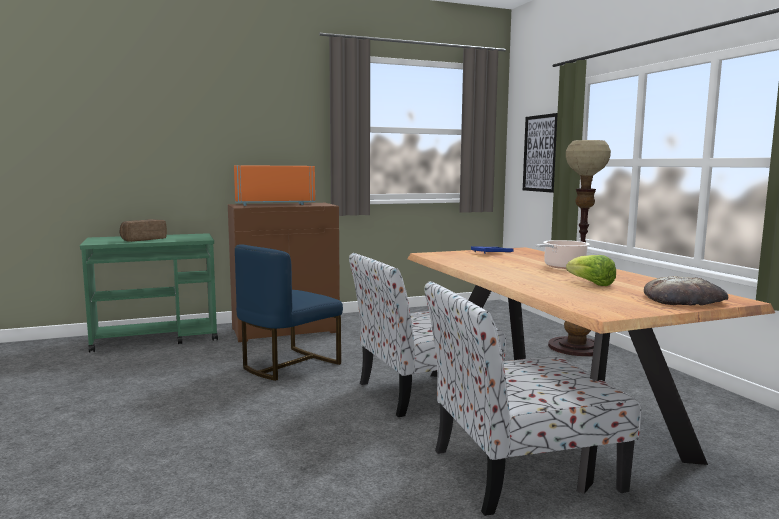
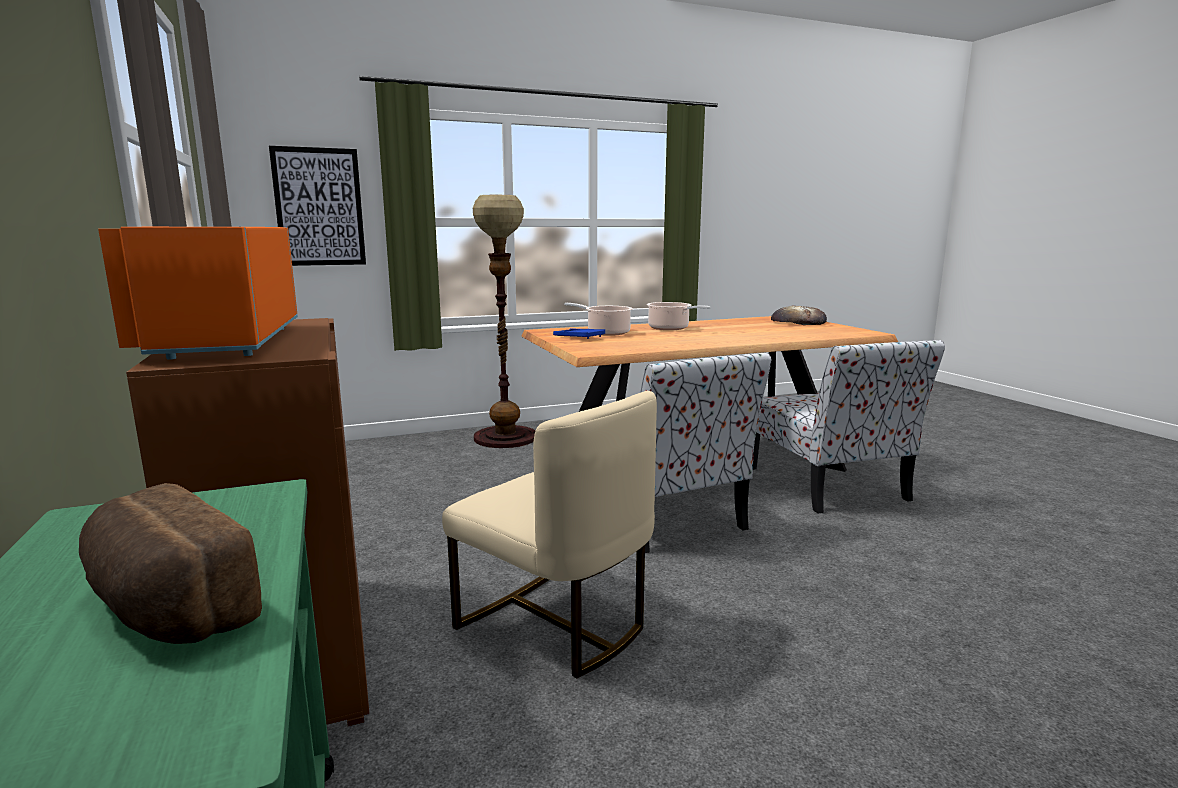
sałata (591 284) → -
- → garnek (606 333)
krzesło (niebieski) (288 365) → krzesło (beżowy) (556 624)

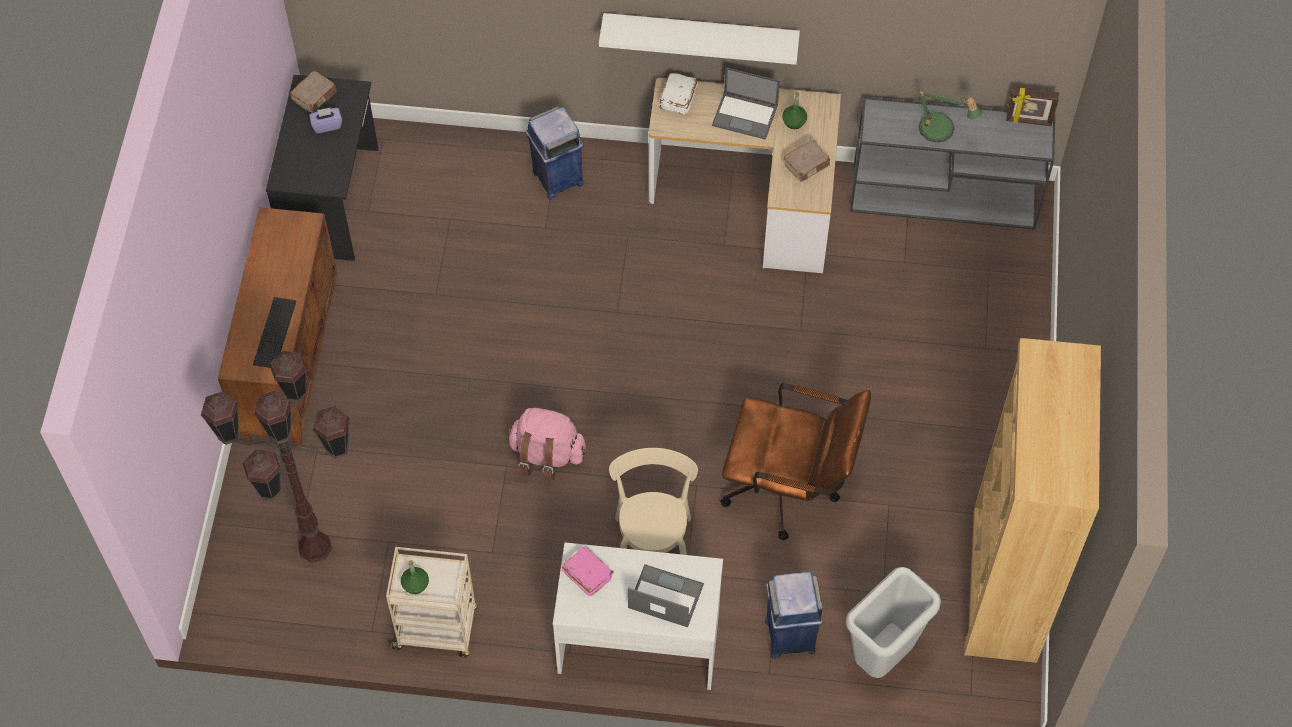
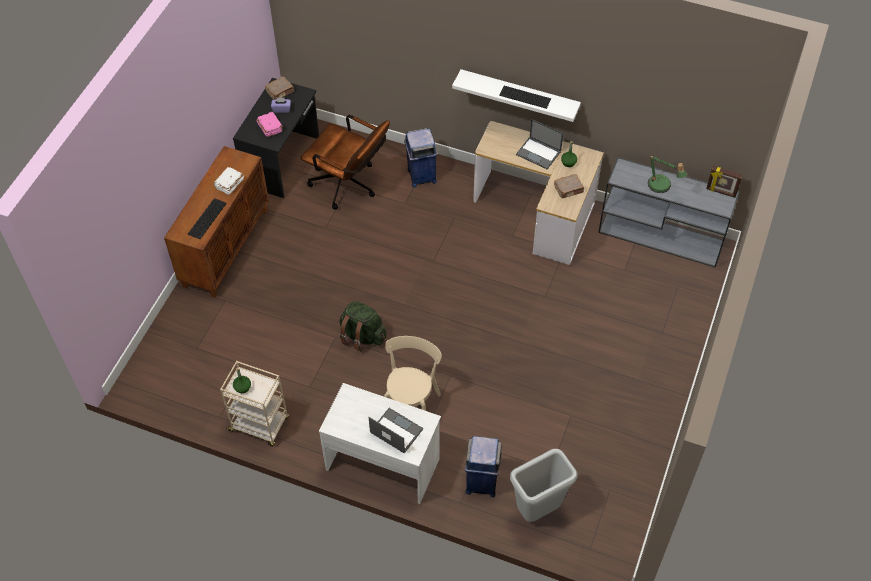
lampa stojąca (brązowy) (314 547) → -
regał (brązowy) (1003 585) → -
- → klawiatura (525 97)
książka (różowy) (587 574) → książka (różowy) (270 127), moved
książka (biały) (677 99) → książka (biały) (229 184), moved
krzesło biurowe (brązowy) (790 489) → krzesło biurowe (brązowy) (349 186), moved
plecak (różowy) (546 455) → plecak (zielony) (362 336)

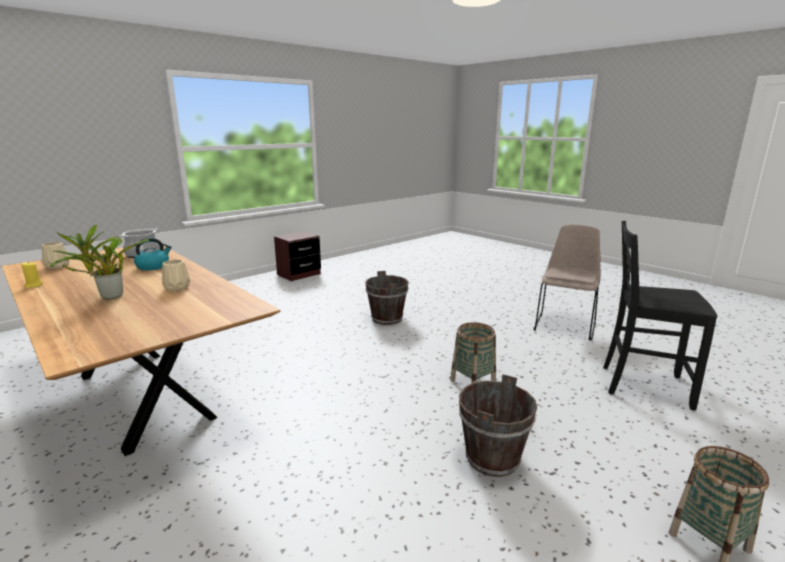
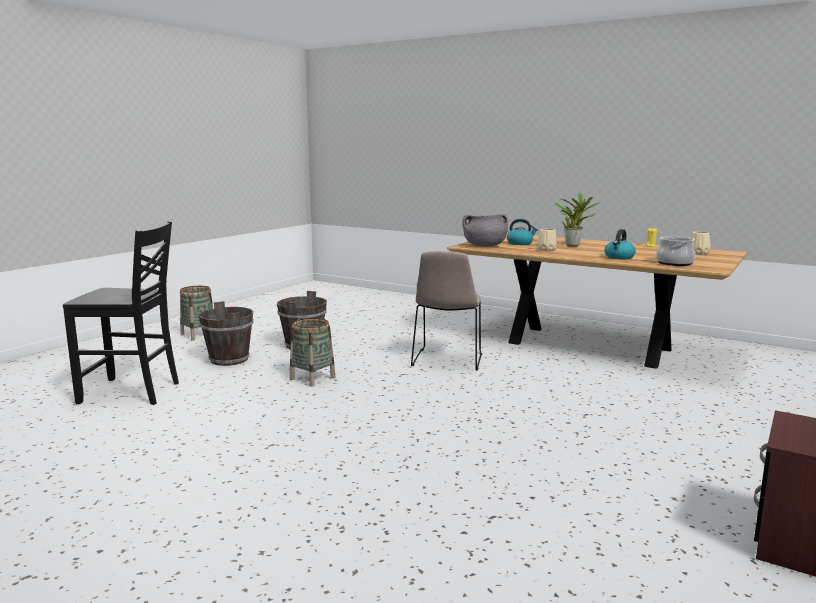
- → garnek (szary) (484 246)
- → czajnik (520 243)
wiadro (brązowy) (387 318) → wiadro (brązowy) (229 359), moved
krzesło (beżowy) (565 325) → krzesło (beżowy) (447 361), moved

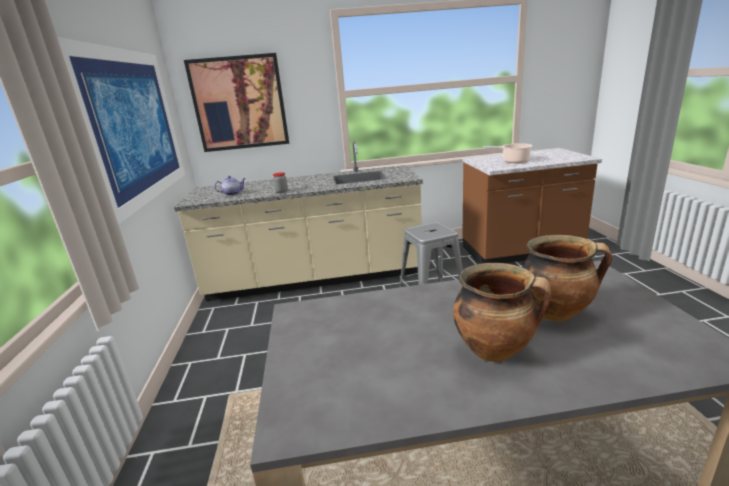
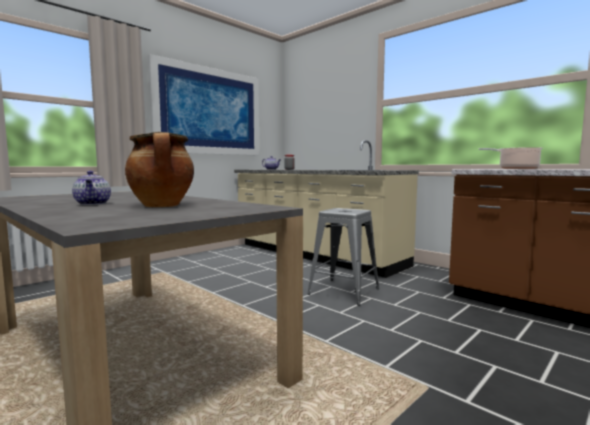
obraz (239 103) → -
garnek (495 350) → imbryk (93 204)

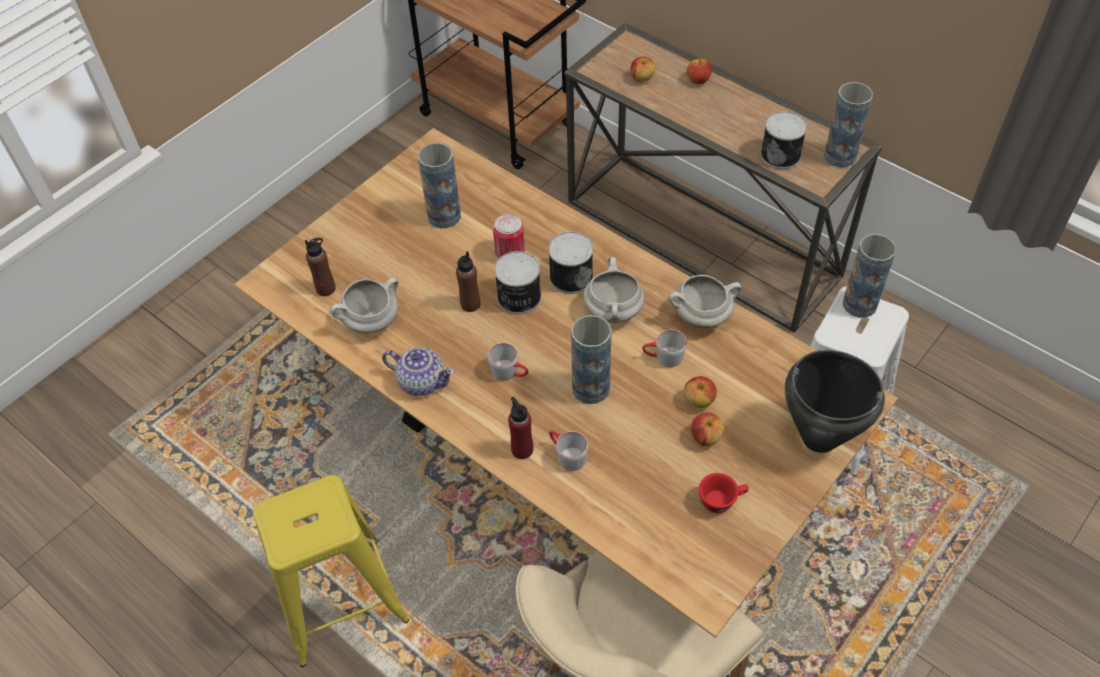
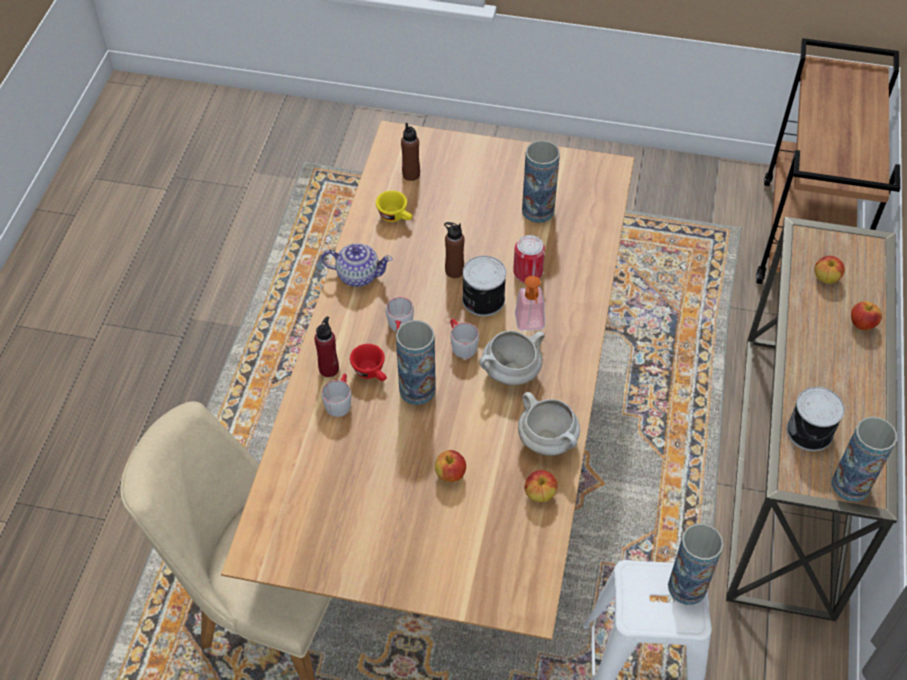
stołek (żółty) (340 600) → -
garnek (czarny) (819 437) → -
kubek (szary) (663 357) → kubek (szary) (461 344), moved
jabłko (705 437) → jabłko (540 494), moved
filiżanka (czerwony) (721 500) → filiżanka (czerwony) (372 373), moved
garnek (biały) (371 322) → filiżanka (żółty) (396 217)
puszka (570 276) → dozownik mydła (530 325)
imbryk (421 381) → imbryk (357 275), 75 degrees counterclockwise

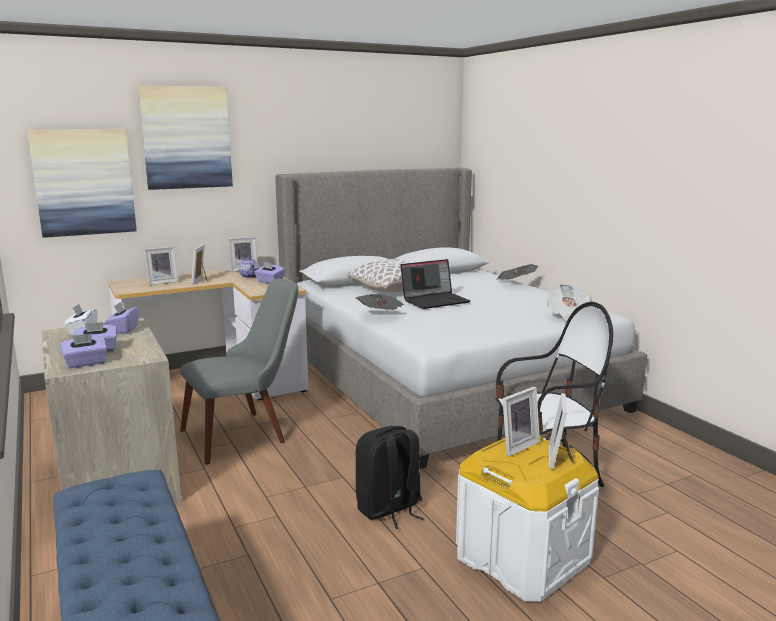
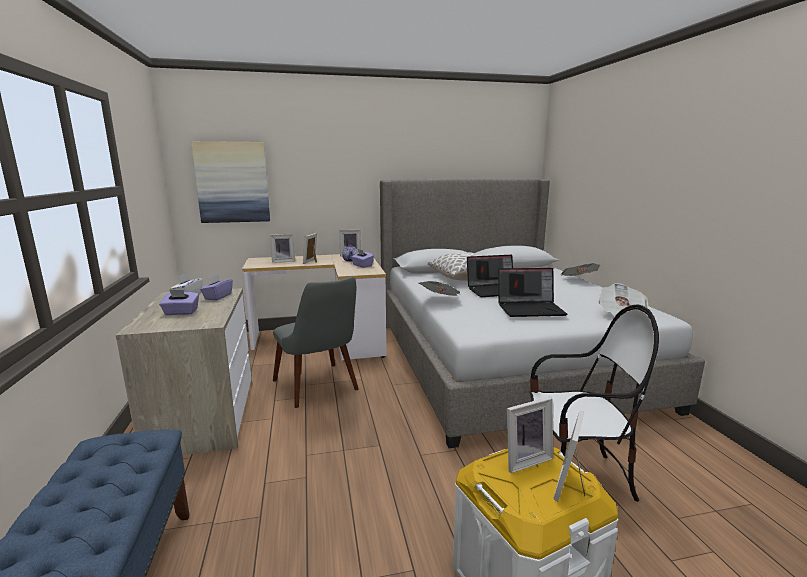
pudełko chusteczek (fioletowy) (85 363) → -
obraz (186 138) → -
plecak (czarny) (389 509) → -
- → laptop (530 309)
krzesło (szary) (245 433) → krzesło (szary) (320 389), 75 degrees clockwise

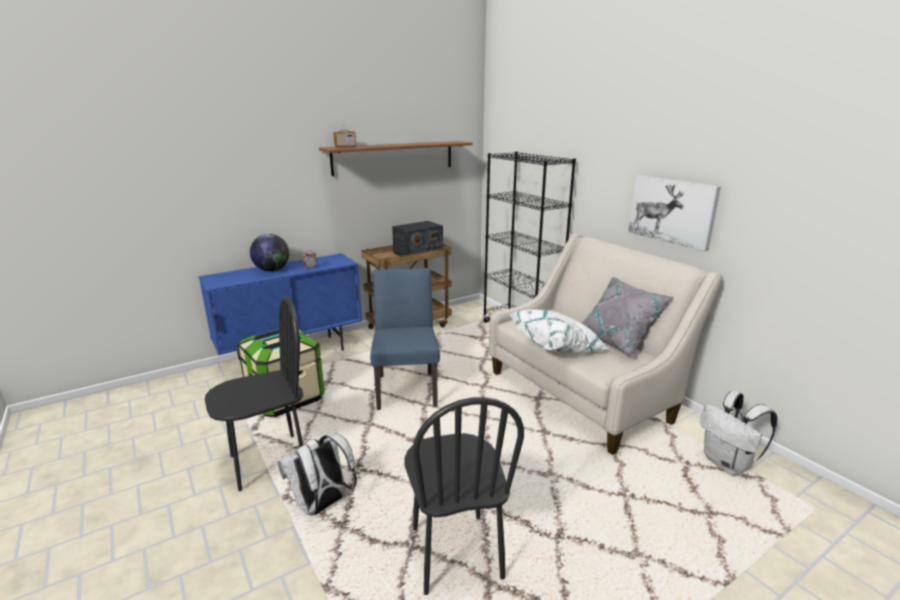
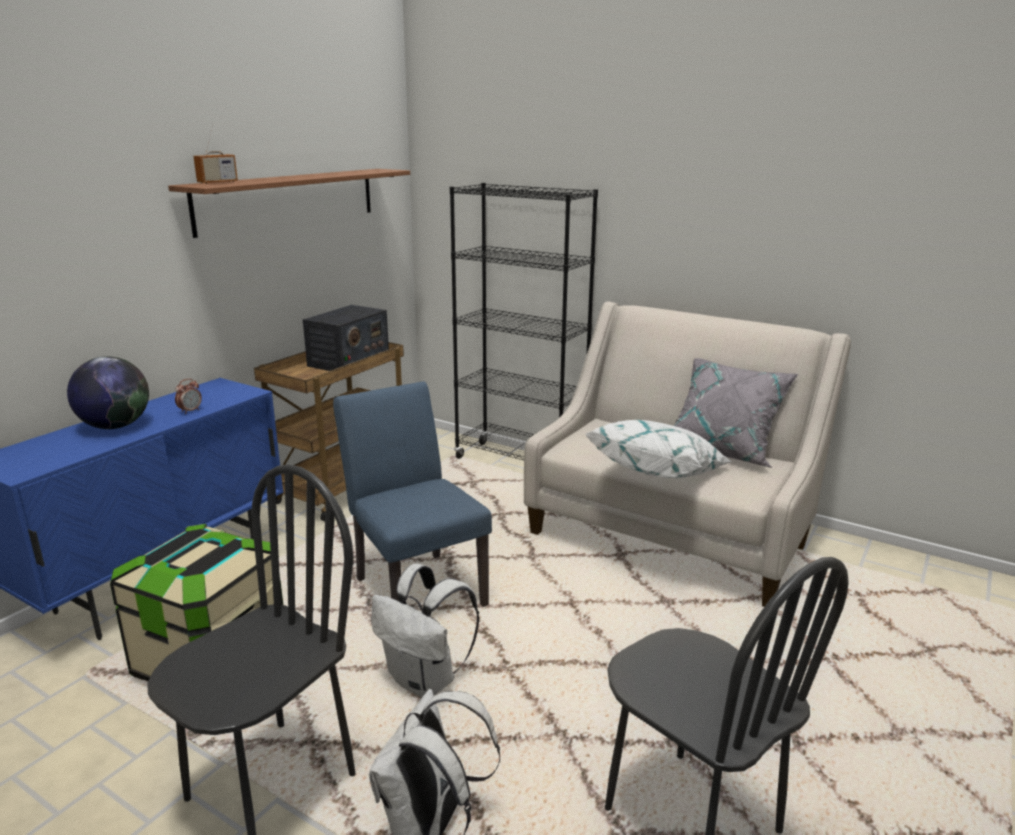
obraz (672 211) → -
plecak (biały) (728 463) → plecak (biały) (425 680), moved

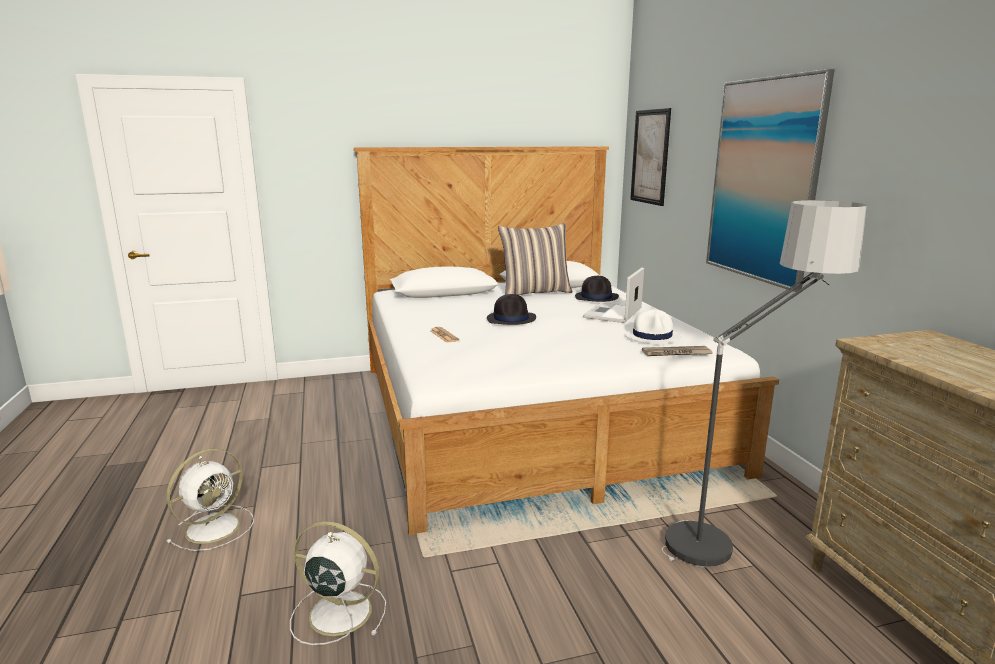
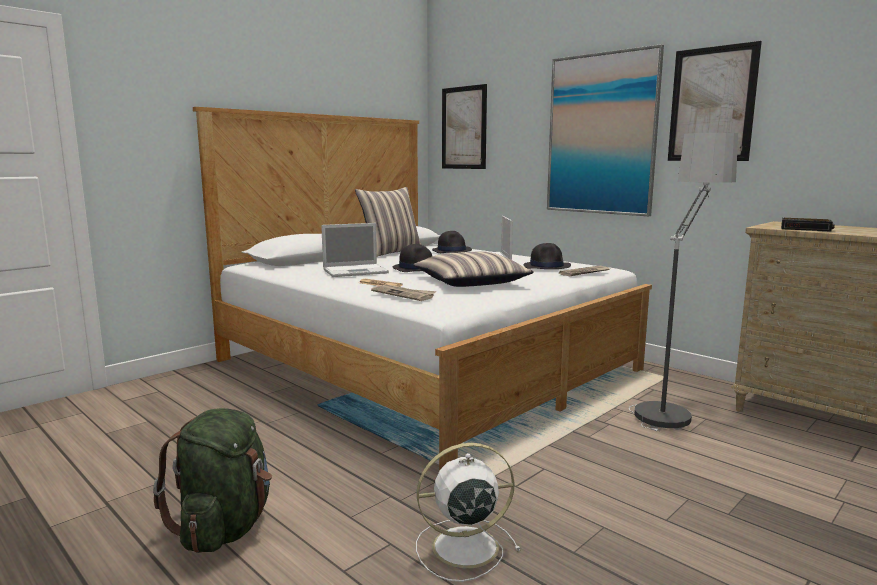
- → laptop (356 271)
- → gazeta (404 294)
- → poduszka (471 282)
- → obraz (712 104)
- → budzik (806 229)
wentylator (biały) (215 527) → plecak (zielony) (225 527)
kapelusz (biały) (652 336) → kapelusz (czarny) (547 266)

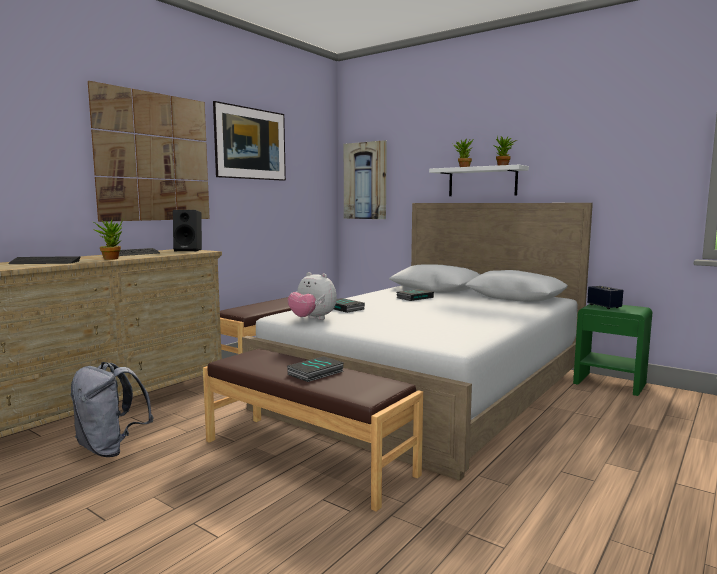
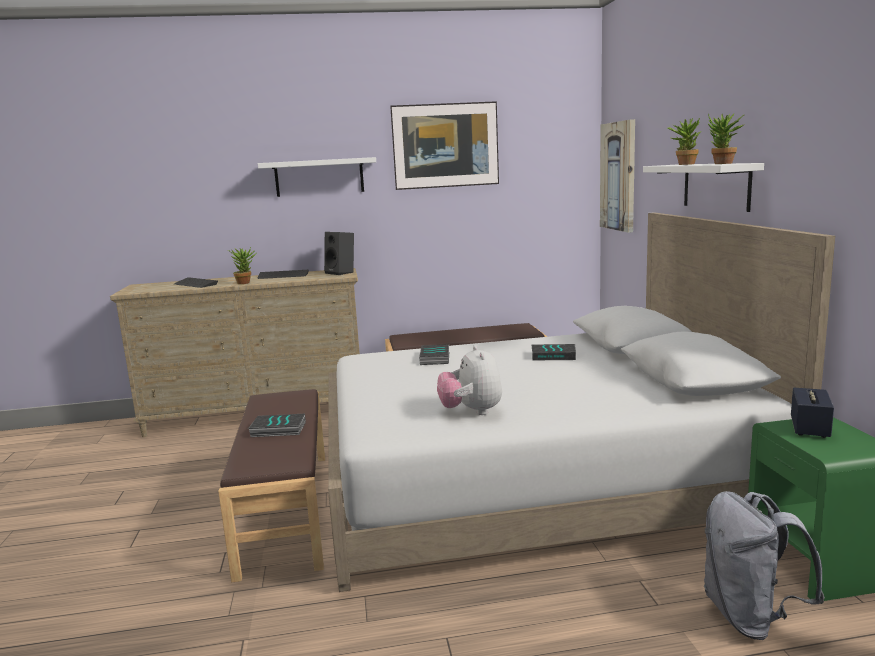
plecak (szary) (111 449) → plecak (szary) (750 617), moved
pluszak (312 319) → pluszak (471 412), moved
obraz (154 157) → półka (biały) (319 177)

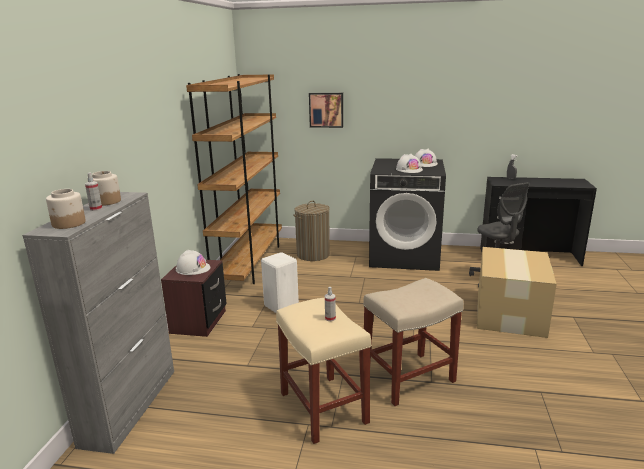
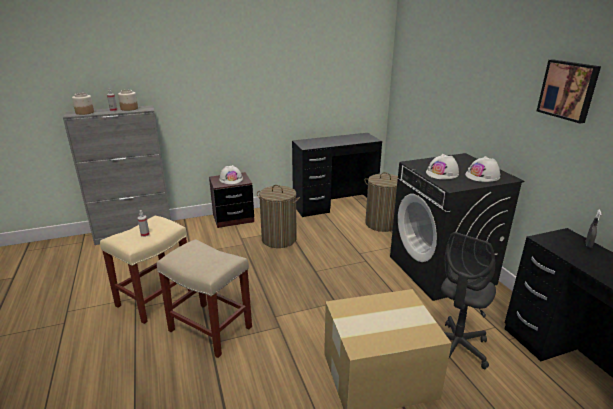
obraz (326 110) → obraz (568 90), moved
regał (brązowy) (250 263) → biurko (czarny) (334 205)
stołek (biały) (281 306) → kosz na pranie (279 239)

